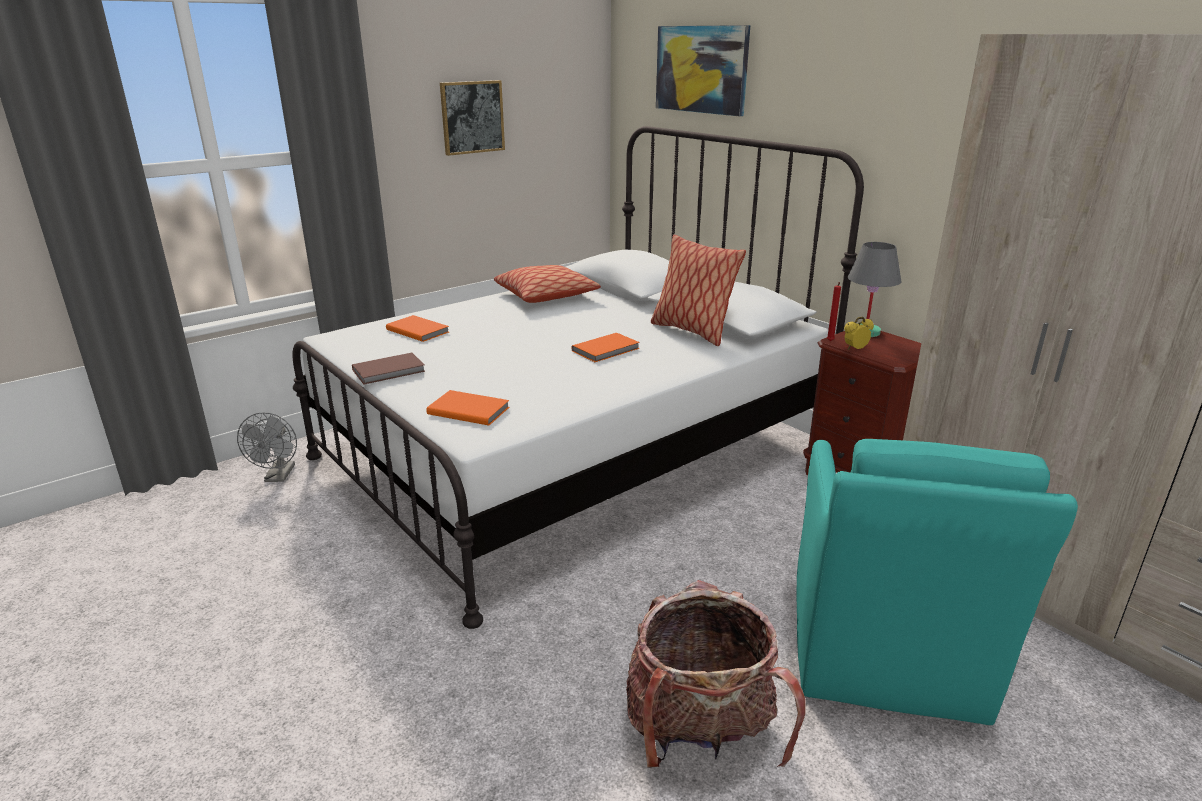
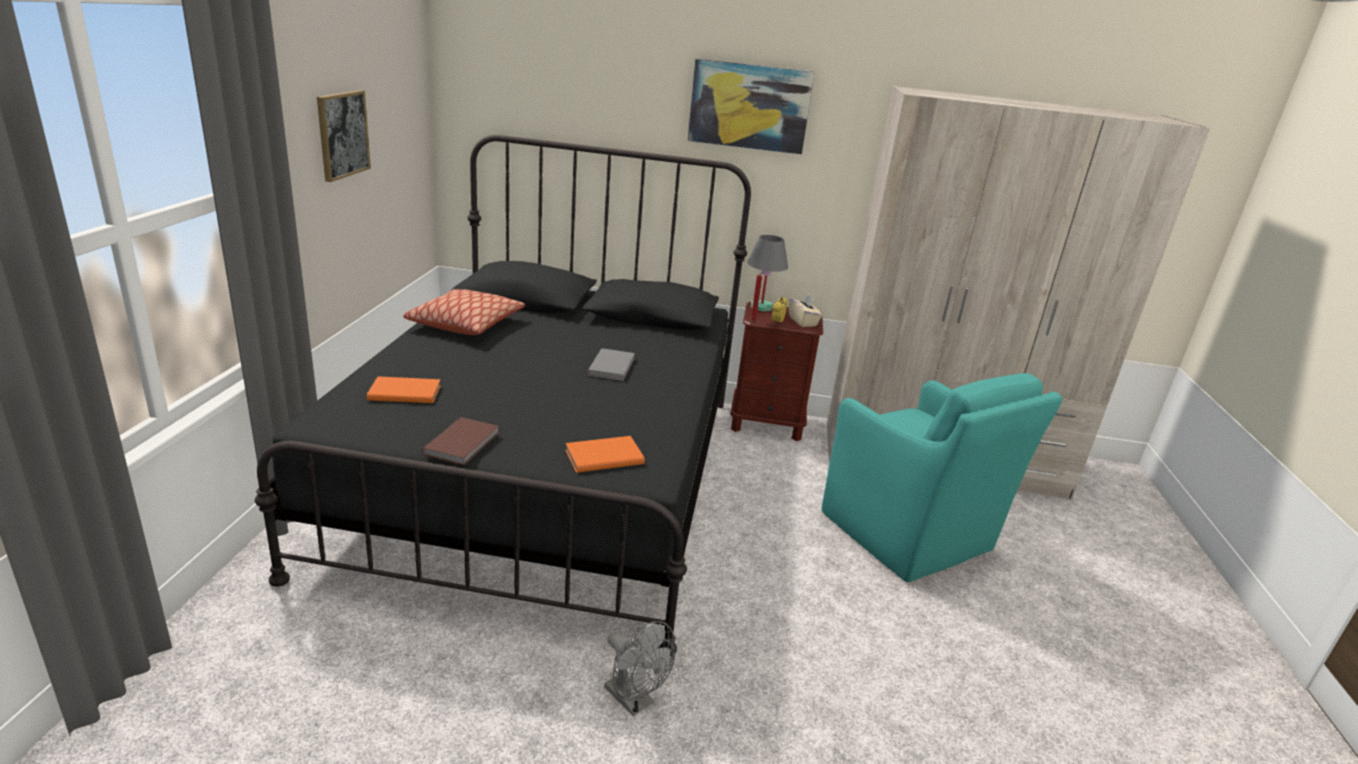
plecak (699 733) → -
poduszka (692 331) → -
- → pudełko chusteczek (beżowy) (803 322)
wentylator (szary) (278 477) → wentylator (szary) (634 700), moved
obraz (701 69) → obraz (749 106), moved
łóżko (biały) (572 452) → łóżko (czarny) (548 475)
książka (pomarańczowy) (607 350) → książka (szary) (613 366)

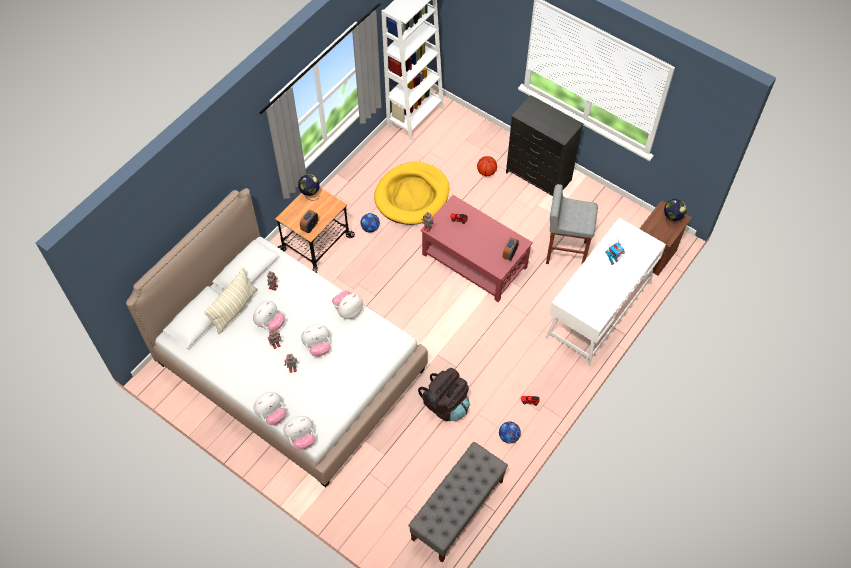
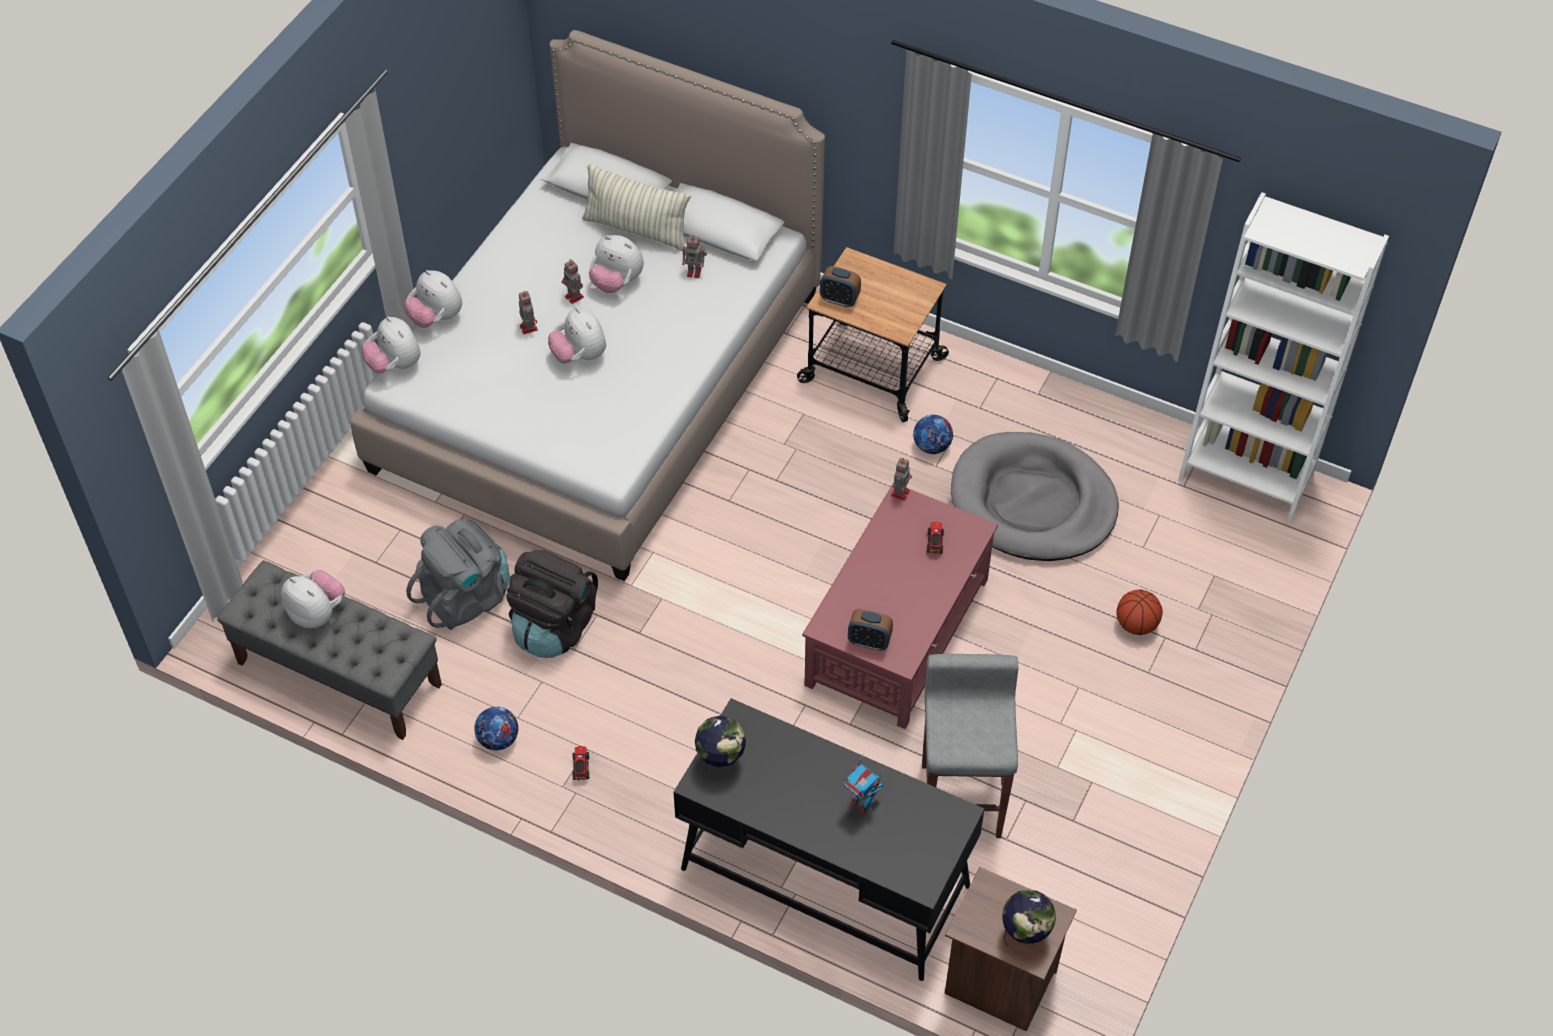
komoda (czarny) (538 176) → -
- → plecak (szary) (466 597)
globus (310 194) → globus (721 761), moved
pluszak (348 310) → pluszak (317 613), moved
legowisko (żółty) (412 196) → legowisko (szary) (1032 502)
biurko (biały) (598 310) → biurko (czarny) (825 876)

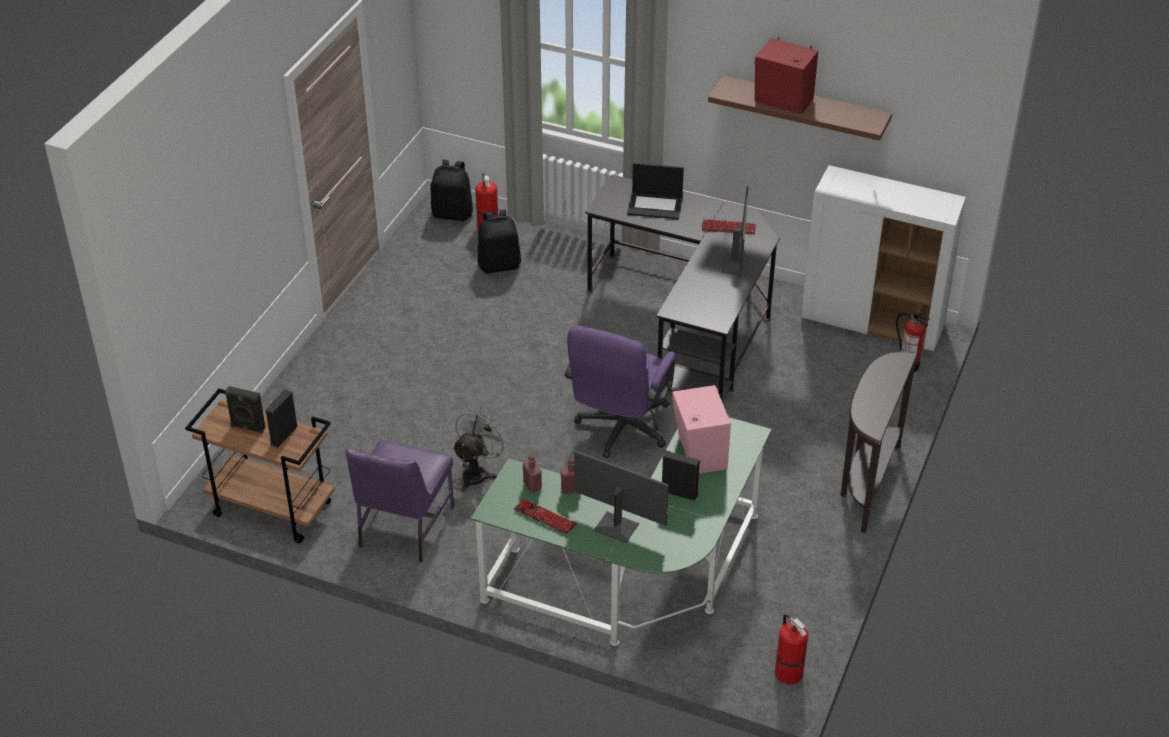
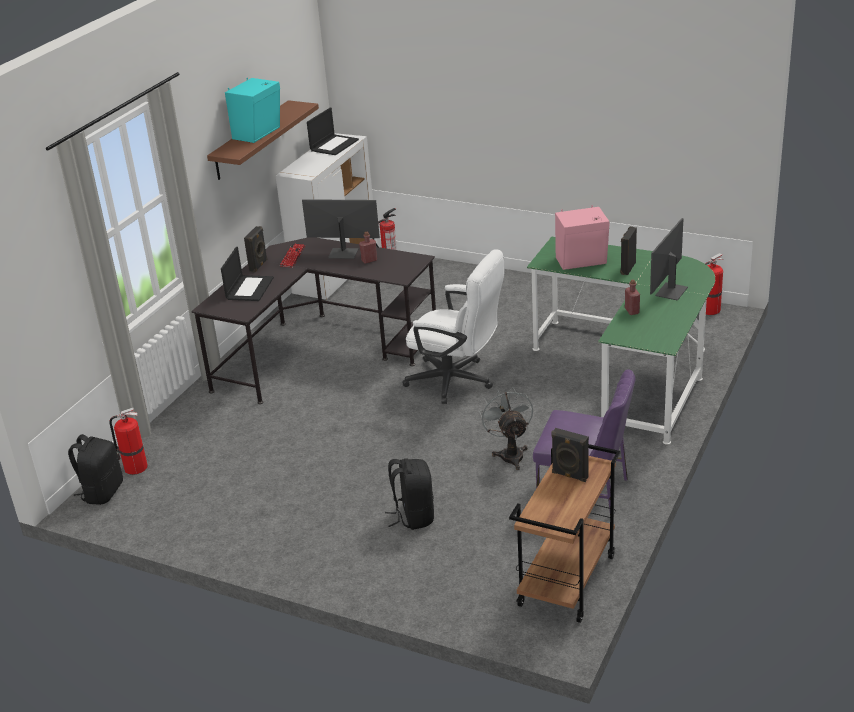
klawiatura (545 517) → -
stolik konsolowy (brązowy) (866 483) → -
- → laptop (334 145)
głośnik (czarny) (247 428) → głośnik (czarny) (259 266), moved
plecak (czarny) (499 265) → plecak (czarny) (413 516), moved
butelka (czerwony) (532 486) → butelka (czerwony) (369 260), moved
krzesło biurowe (fioletowy) (620 431) → krzesło biurowe (biały) (457 381)
głośnik (czerwony) (783 101) → głośnik (turkusowy) (259 133)
wentylator (szary) (478 473) → wentylator (szary) (510 453), 45 degrees clockwise

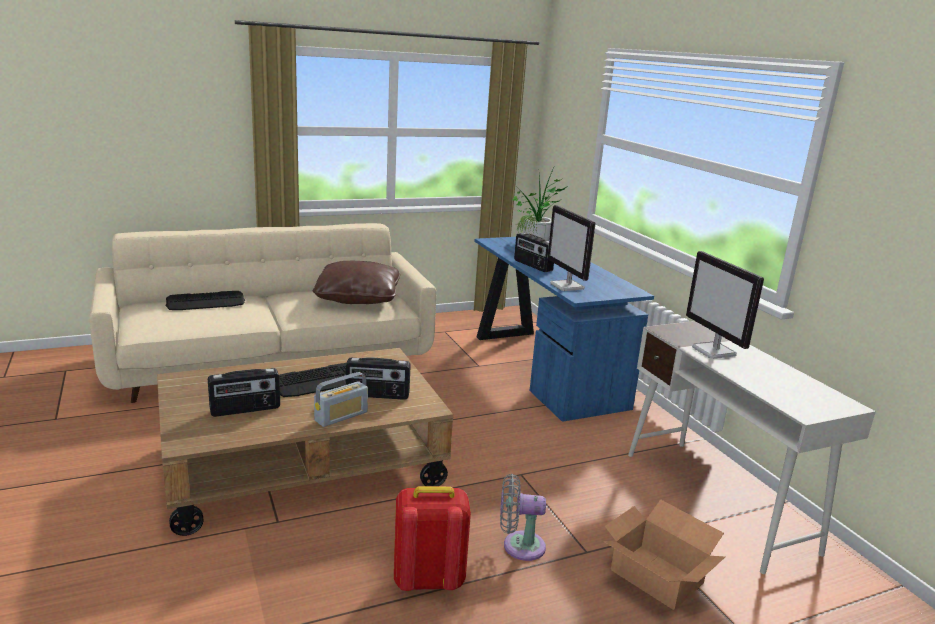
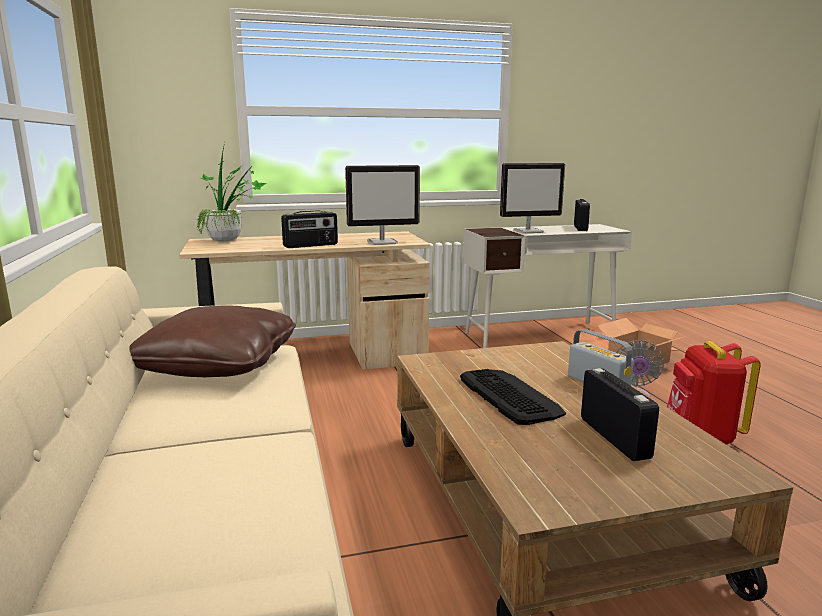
klawiatura (206 302) → -
radio (377 395) → radio (581 228), moved
biurko (niebieski) (544 368) → biurko (beżowy) (312 358)

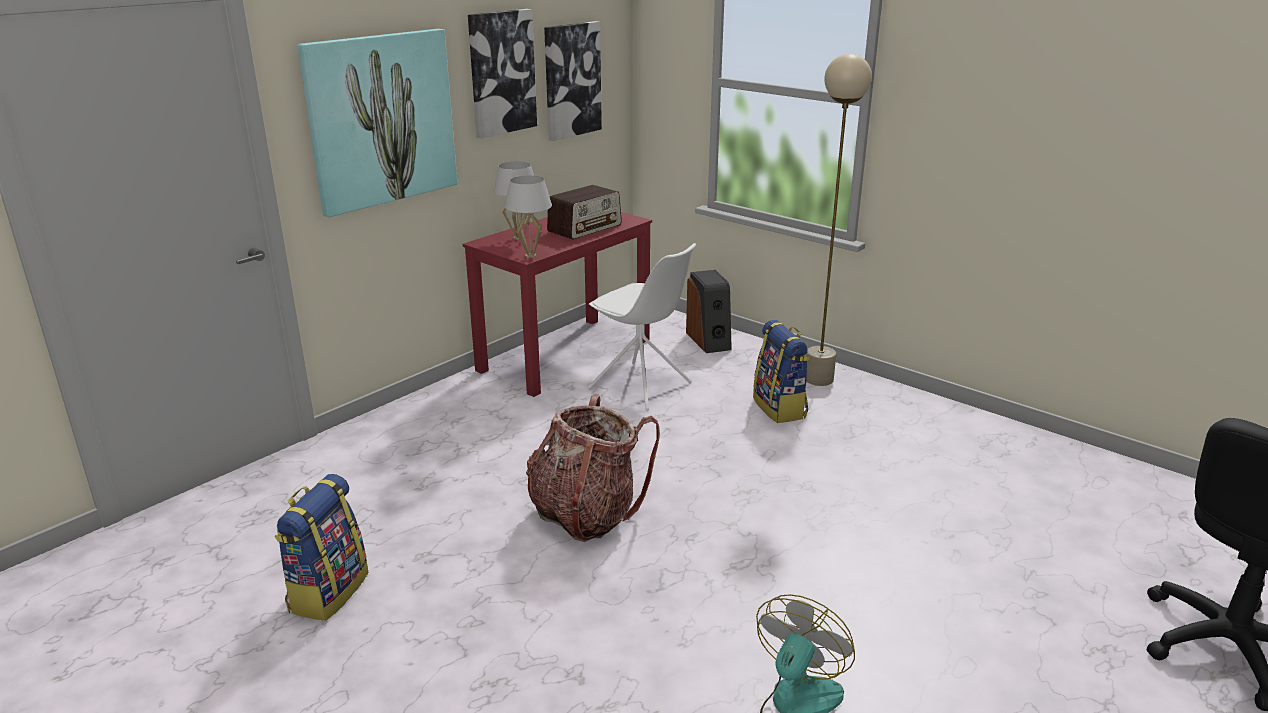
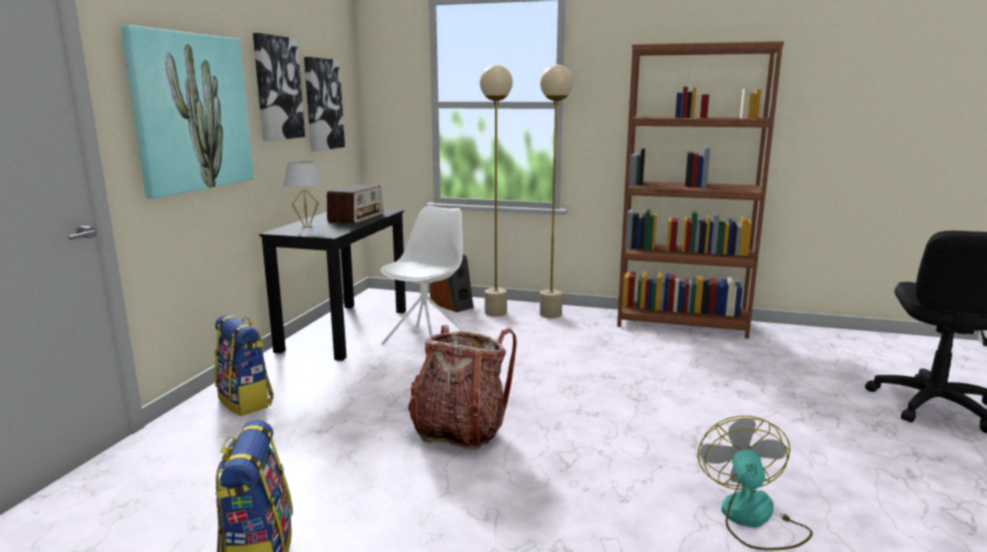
lampa stołowa (biały) (530 256) → -
- → lampa stojąca (beżowy) (495 313)
- → regał (brązowy) (681 323)
plecak (780 408) → plecak (246 401), moved
biurko (czerwony) (565 354) → biurko (czarny) (345 329)
krzesło (biały) (641 386) → krzesło (biały) (426 339), 75 degrees counterclockwise

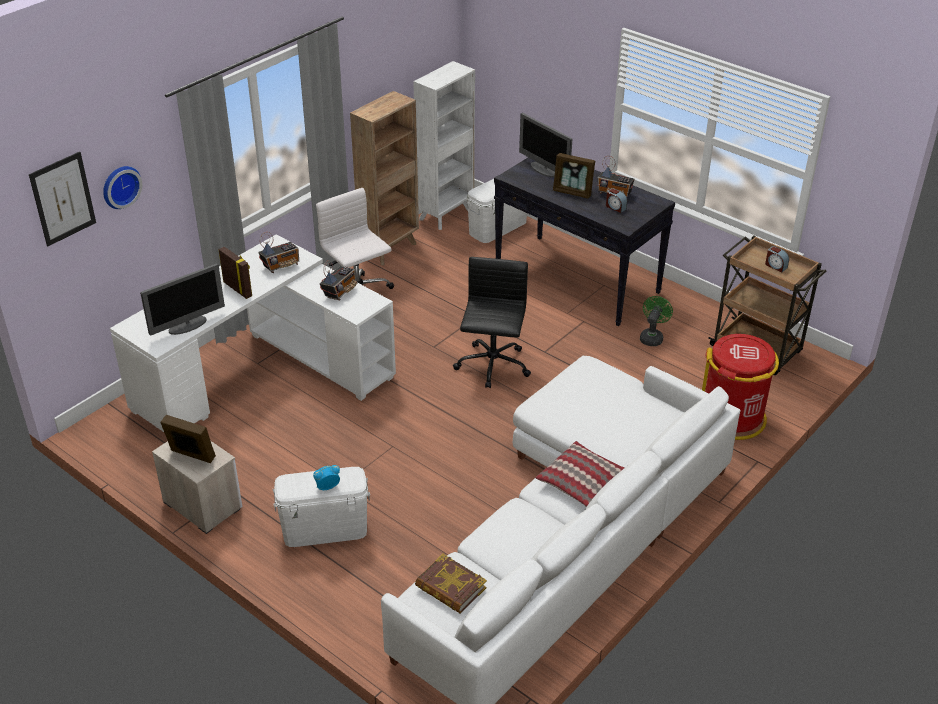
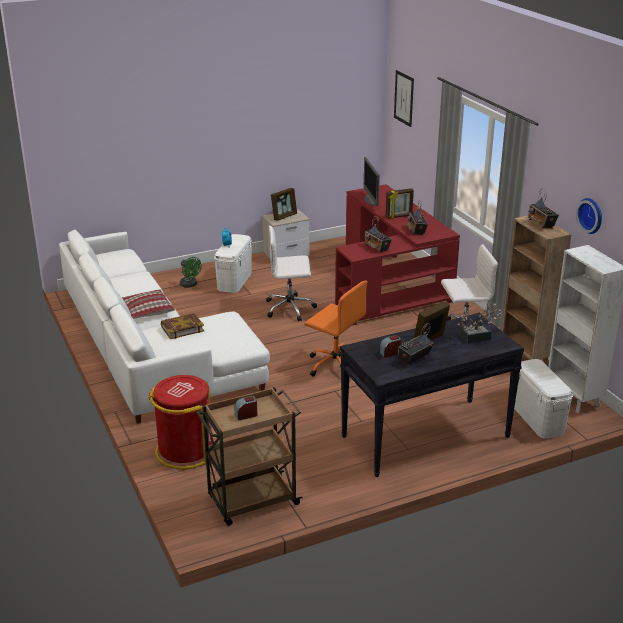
- → krzesło biurowe (biały) (290 308)
- → radio (541 224)
zegar ścienny (120 186) → zegar ścienny (591 215), moved
książka (450 588) → książka (182 329), moved
wentylator (zielony) (652 337) → wentylator (zielony) (190 285), moved
monitor (544 170) → roślina doniczkowa (478 337)
biurko (biały) (263 373) → biurko (czerwony) (391 285)
krzesło biurowe (czarny) (492 366) → krzesło biurowe (pomarańczowy) (334 364)

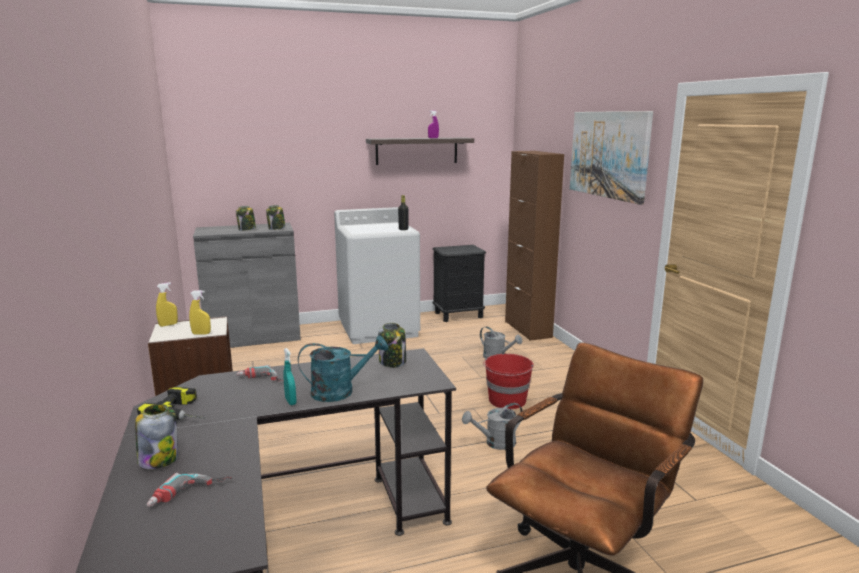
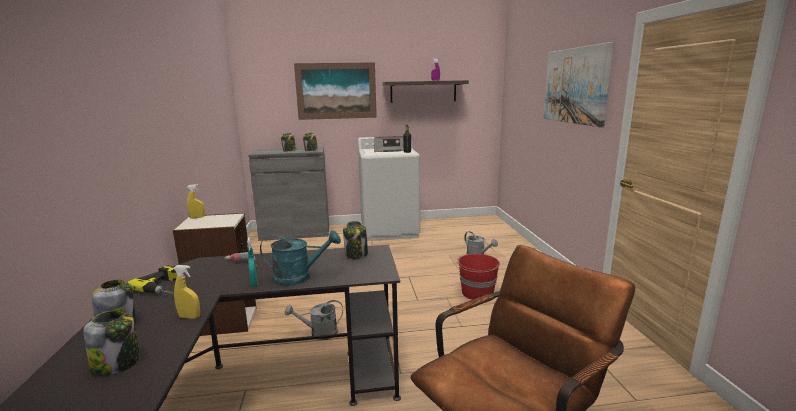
szafka nocna (czarny) (459 315) → -
szafka (brązowy) (528 329) → -
- → obraz (336 91)
- → radio (391 150)
spryskiwacz (żółty) (201 333) → spryskiwacz (żółty) (189 317), moved
konewka (szary) (495 443) → konewka (szary) (319 333), moved
wiertarka (189 495) → słoik (117 364)

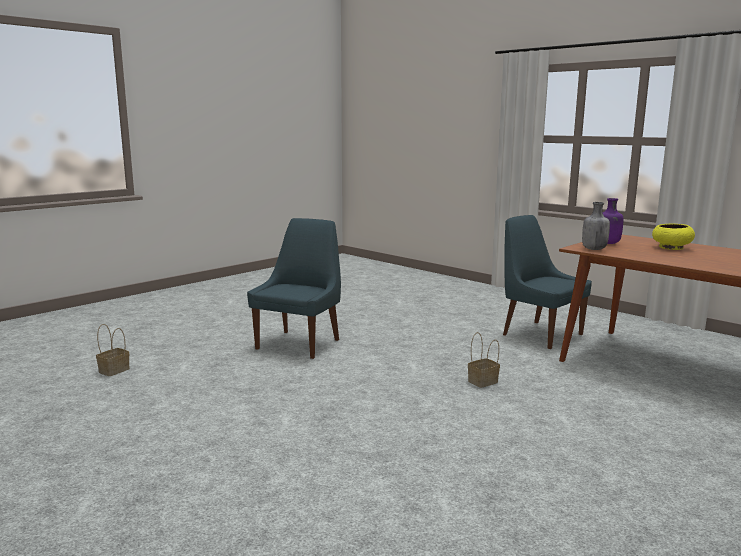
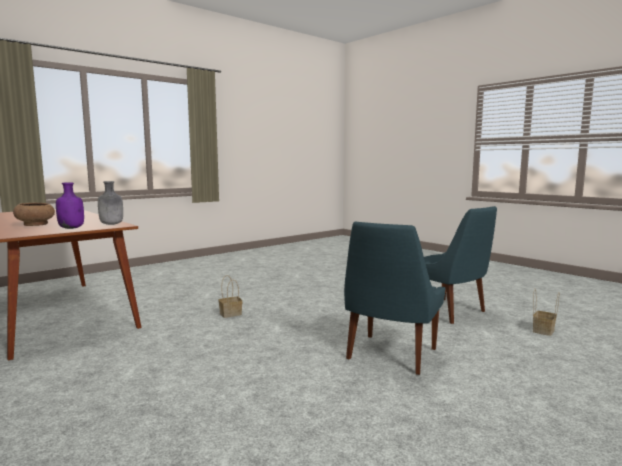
krzesło (niebieski) (539 334) → krzesło (niebieski) (449 311), moved
miska (żółty) (671 248) → miska (brązowy) (36 224)

